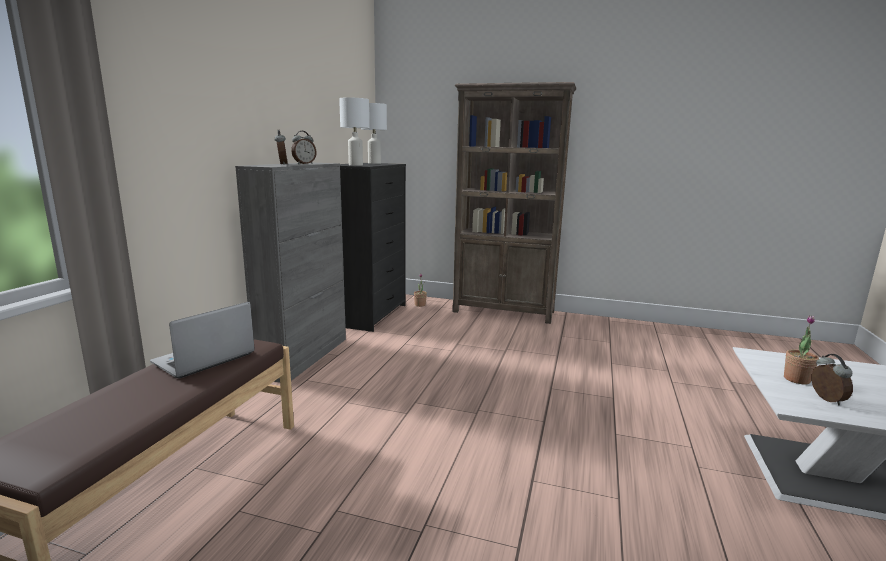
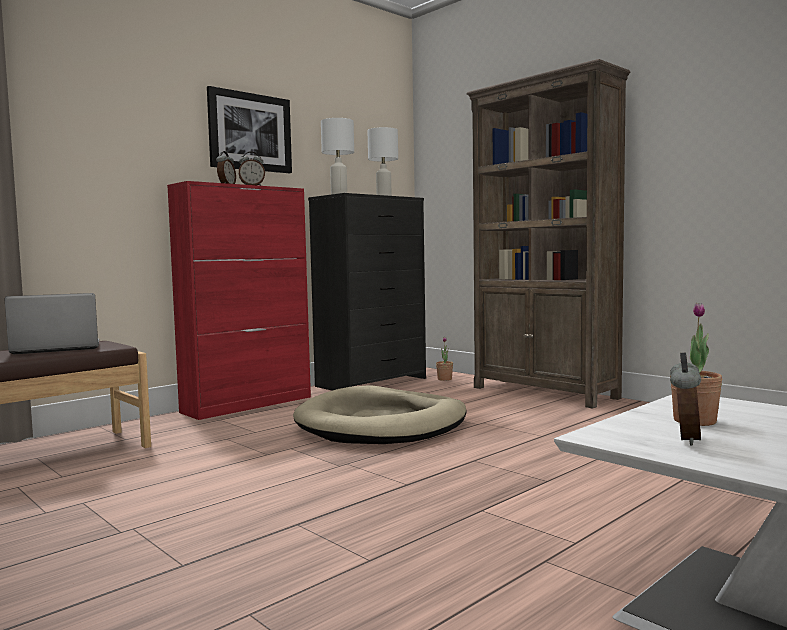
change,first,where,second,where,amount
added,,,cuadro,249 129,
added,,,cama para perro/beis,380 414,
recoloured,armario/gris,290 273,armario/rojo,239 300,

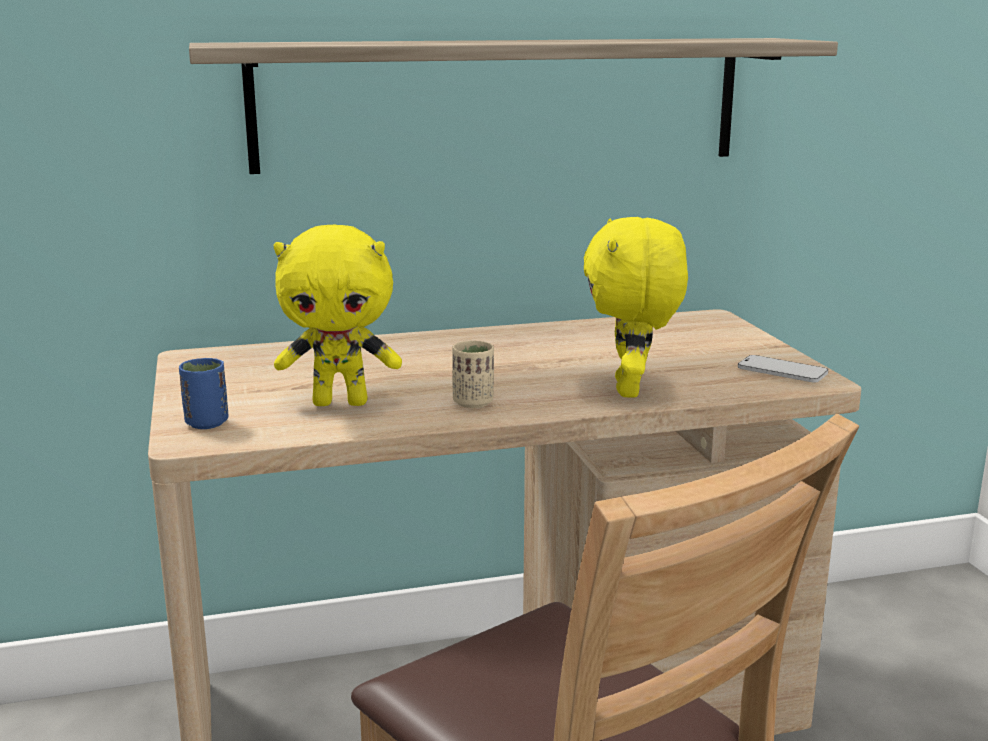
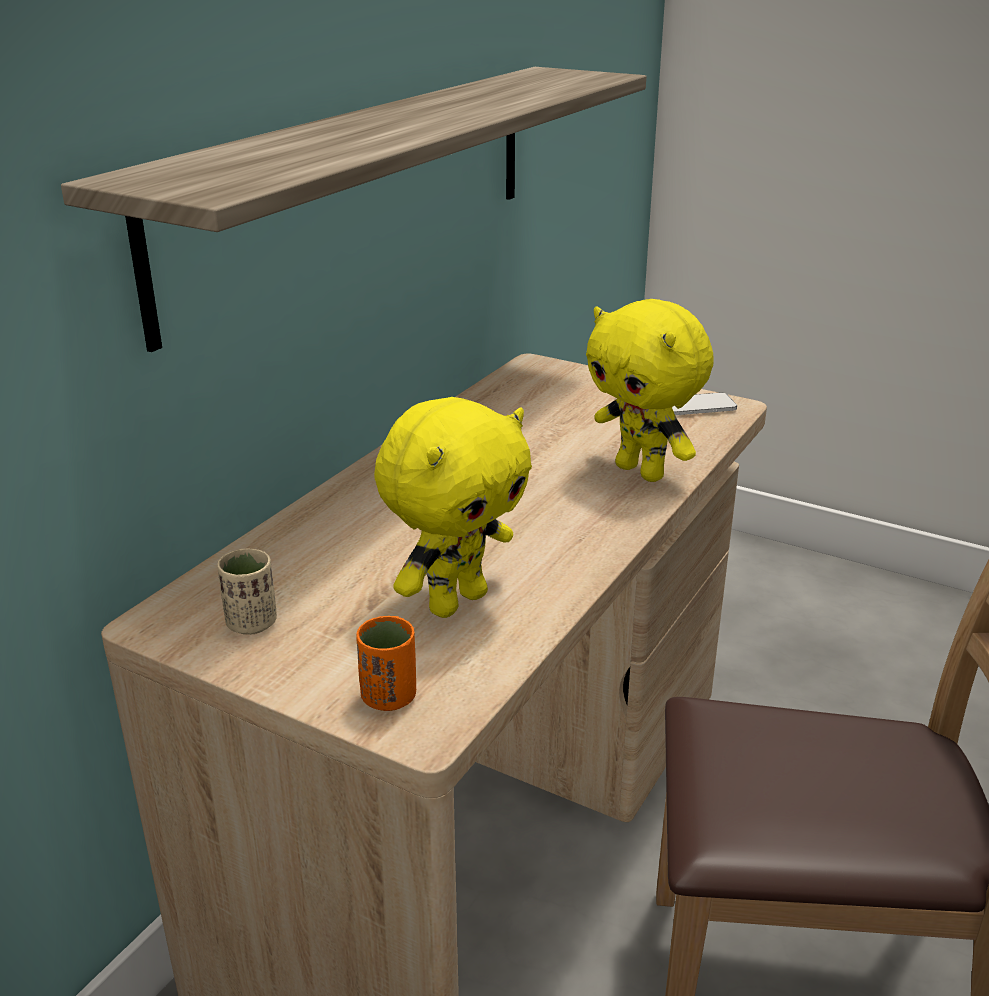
change,first,where,second,where,amount
moved,taza/beis,473 374,,247 591,
recoloured,taza/azul,204 393,taza/naranja,386 663,

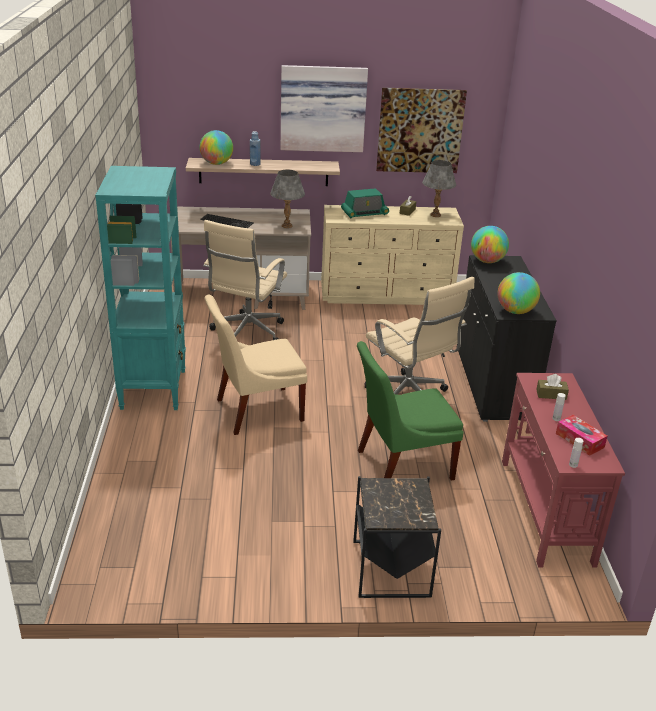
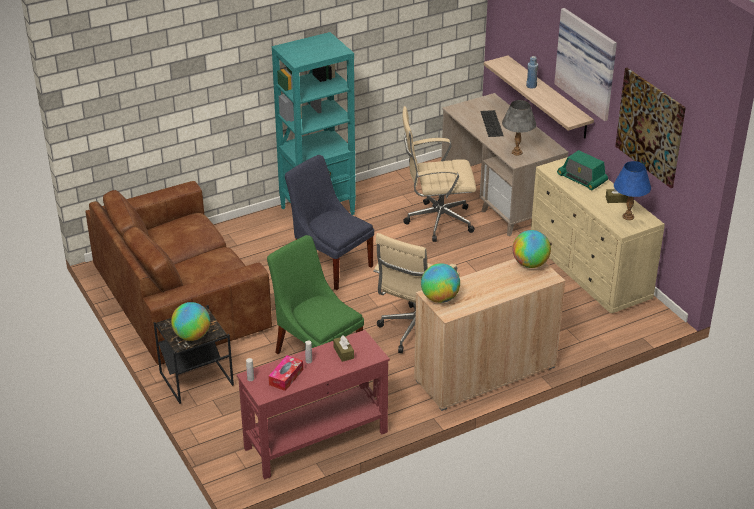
change,first,where,second,where,amount
added,,,sofá/marrón,178 273,
moved,globo terráqueo,216 147,,190 321,
recoloured,silla/beis,256 365,silla/azul,329 222,
recoloured,lámpara de mesa/gris,439 188,lámpara de mesa/azul,632 190,
recoloured,armario/negro,507 338,armario/beis,489 335,

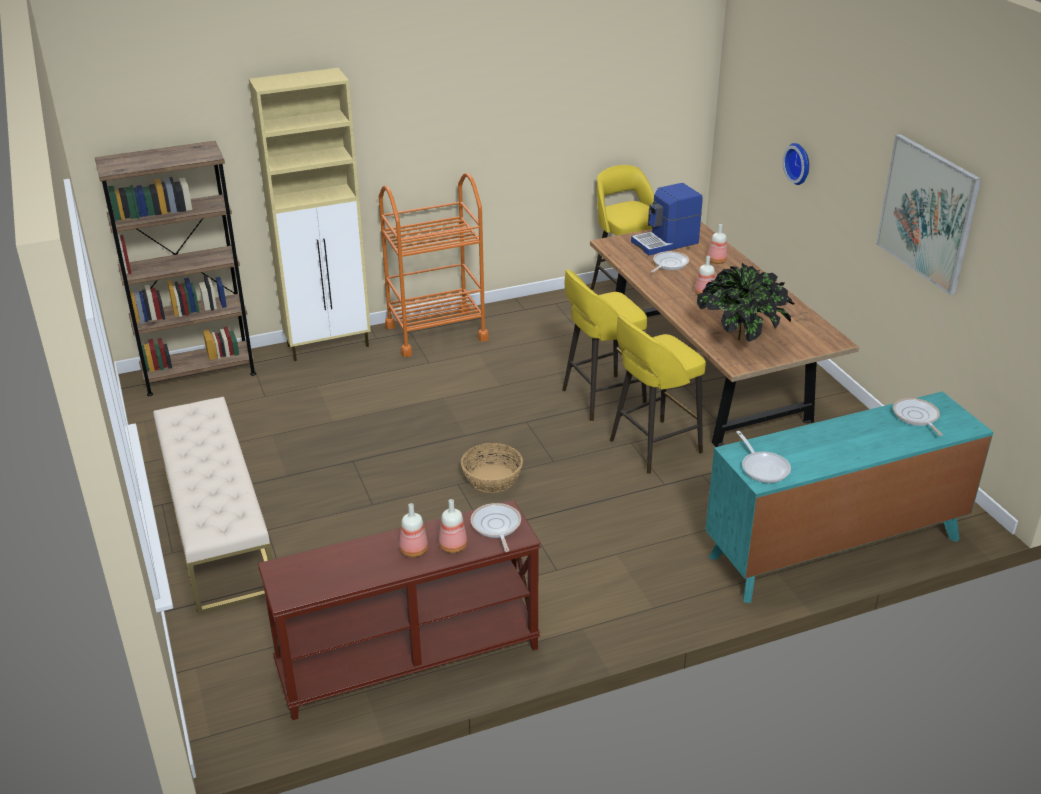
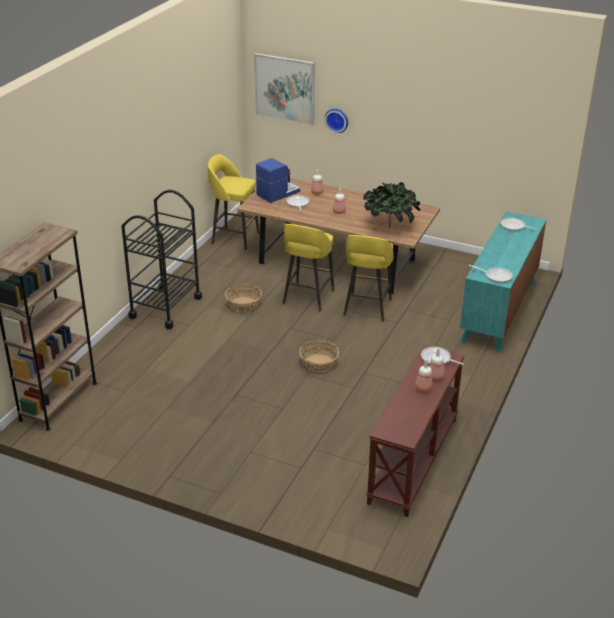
change,first,where,second,where,amount
removed,banco/beis,213 505,,,
removed,armario/beis,310 214,,,
added,,,cesta,243 298,
moved,cuadro,928 214,,284 89,
recoloured,carrito/naranja,434 265,carrito/negro,161 259,
turned,cafetera,667 219,,278 180,150 degrees counterclockwise

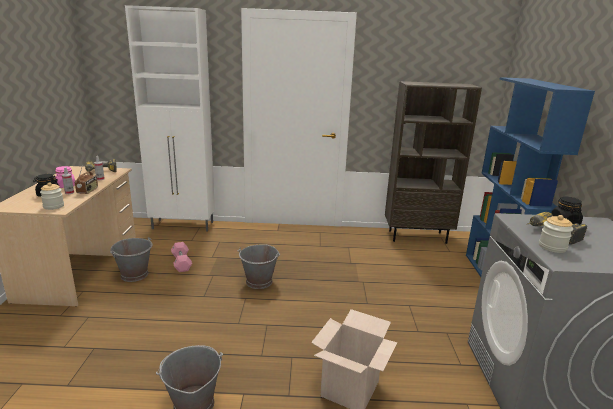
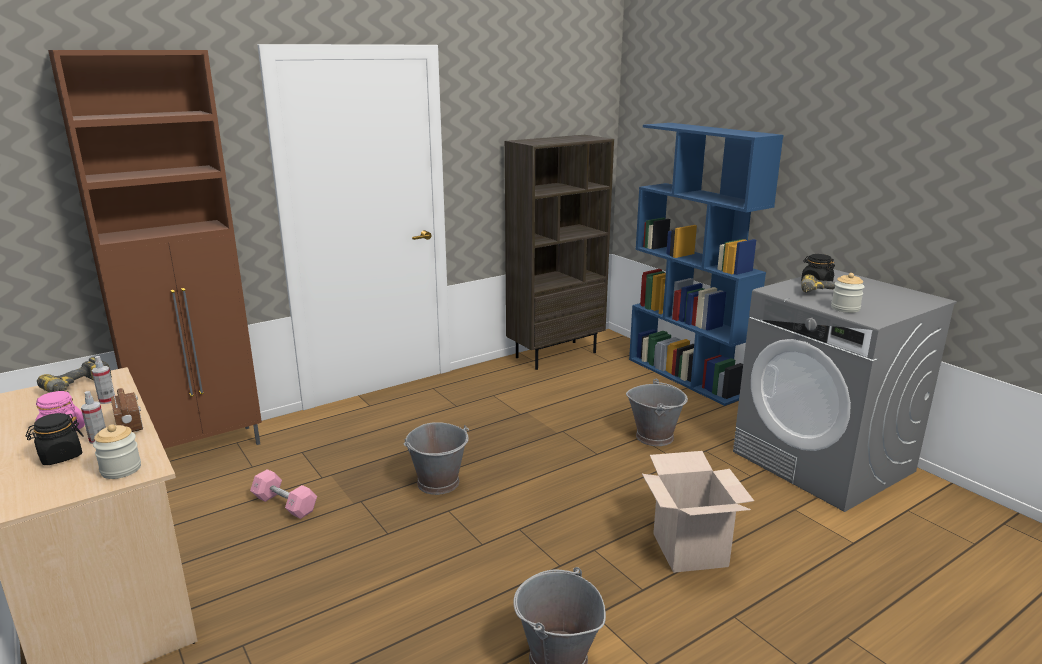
change,first,where,second,where,amount
moved,cubo/gris,131 259,,657 412,
recoloured,armario/blanco,170 118,armario/marrón,155 249,

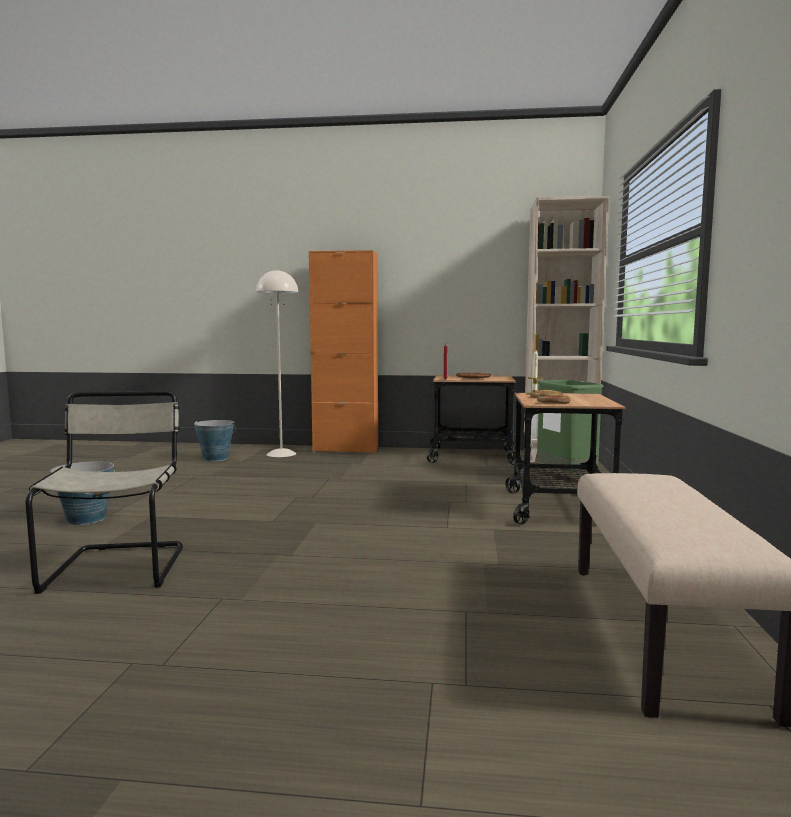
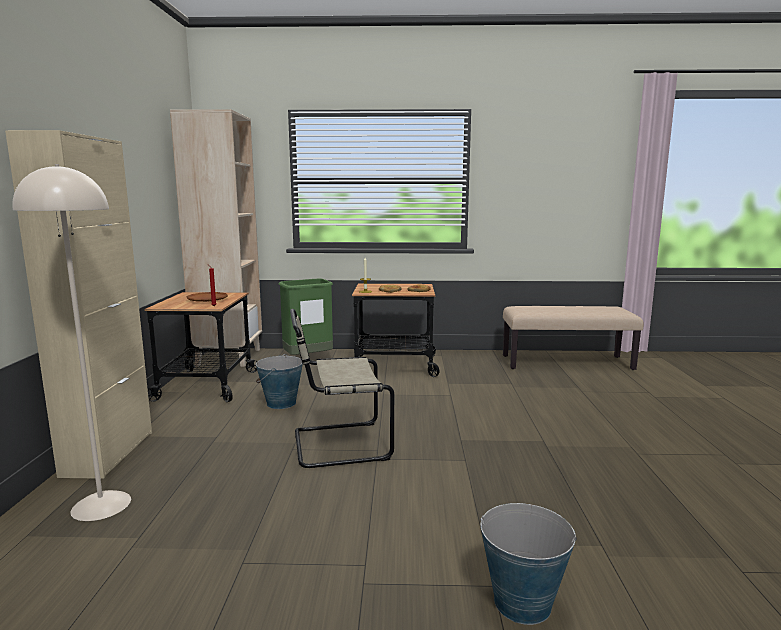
change,first,where,second,where,amount
moved,silla/beis,104 492,,342 388,
moved,cubo,215 440,,279 381,
recoloured,armario/naranja,343 351,armario/beis,78 304,

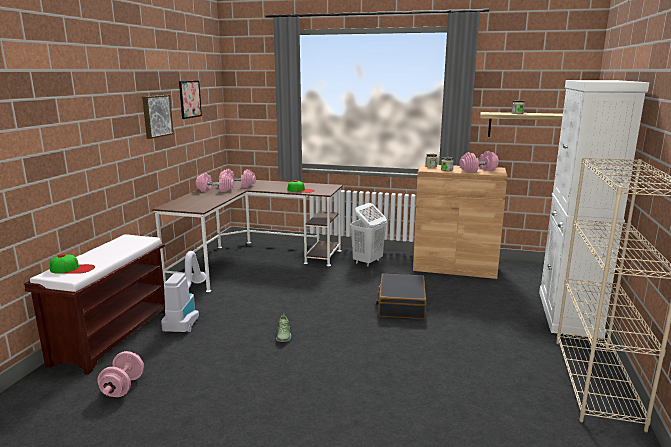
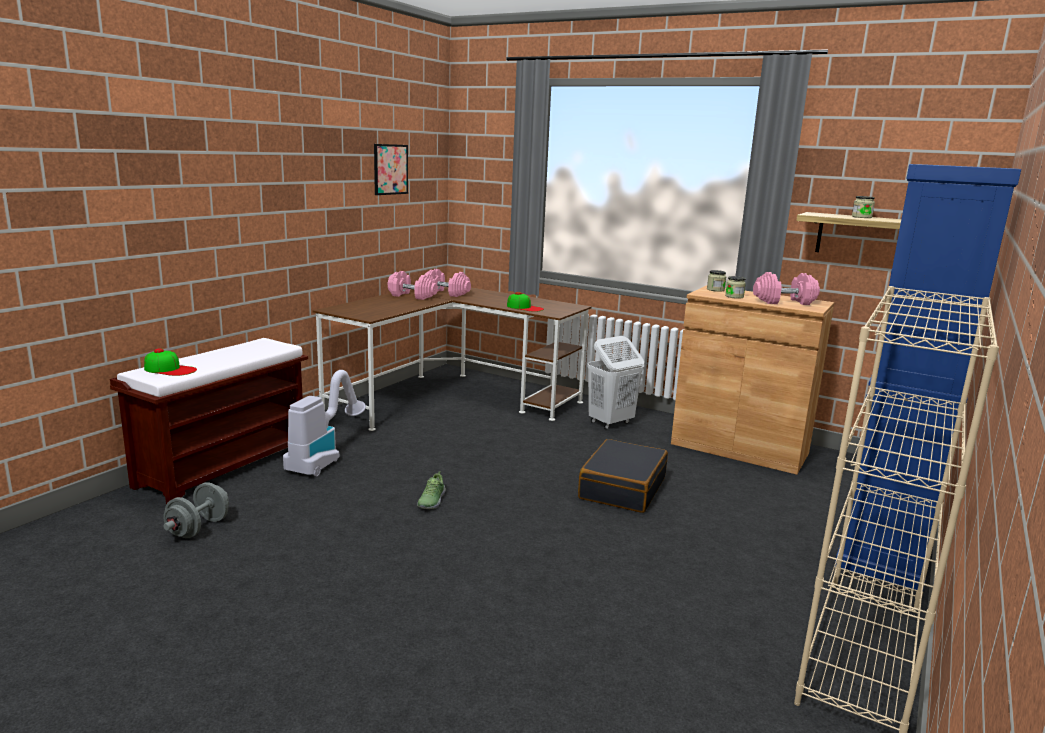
change,first,where,second,where,amount
removed,cuadro,158 117,,,
recoloured,mancuerna/rosa,120 374,mancuerna/gris,196 510,
recoloured,armario/blanco,594 209,armario/azul,928 377,

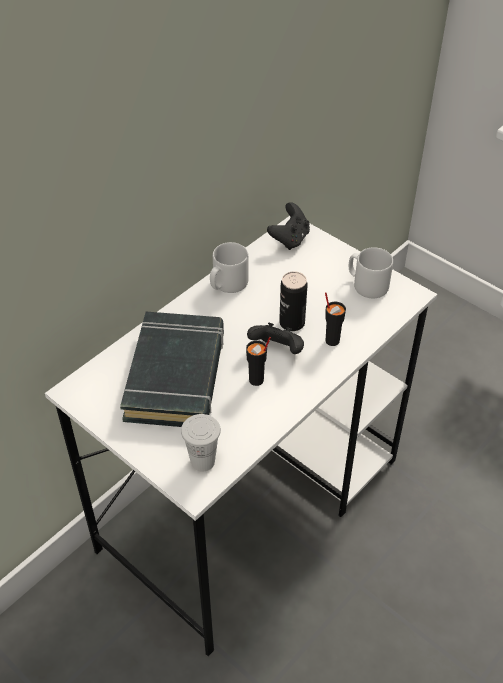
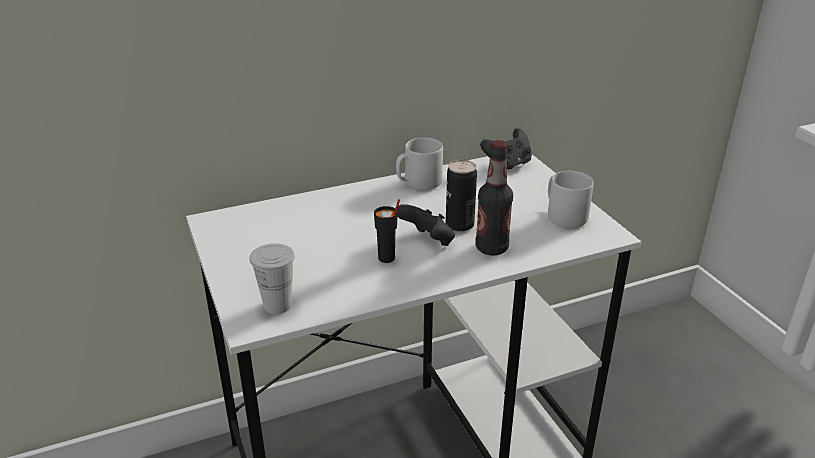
change,first,where,second,where,amount
removed,libro/negro,172 369,,,
replaced,taza/negro,335 319,botella,494 197,

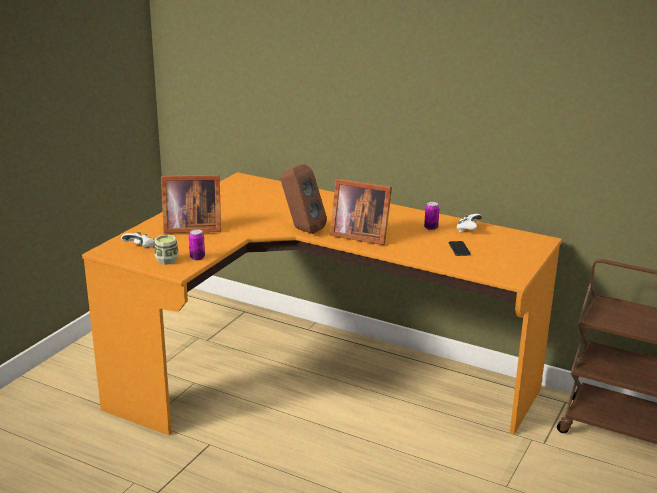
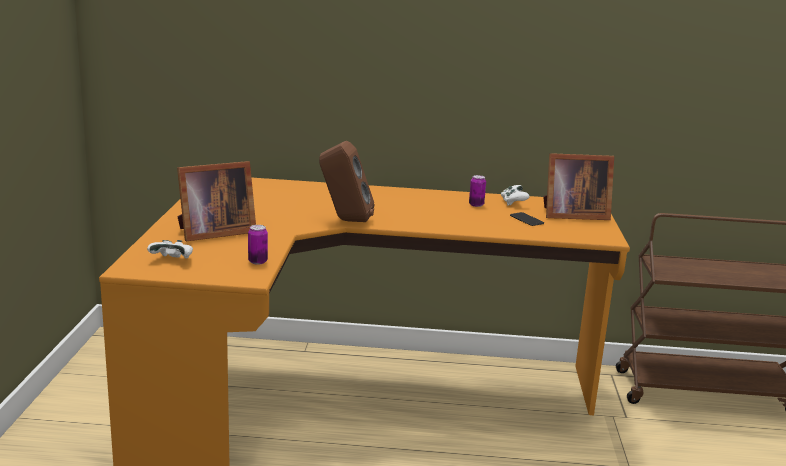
change,first,where,second,where,amount
removed,taza,166 250,,,
moved,portarretratos,361 212,,578 186,

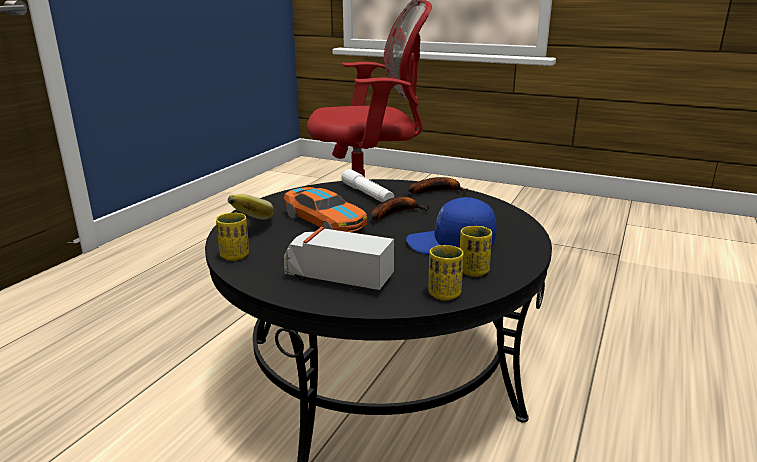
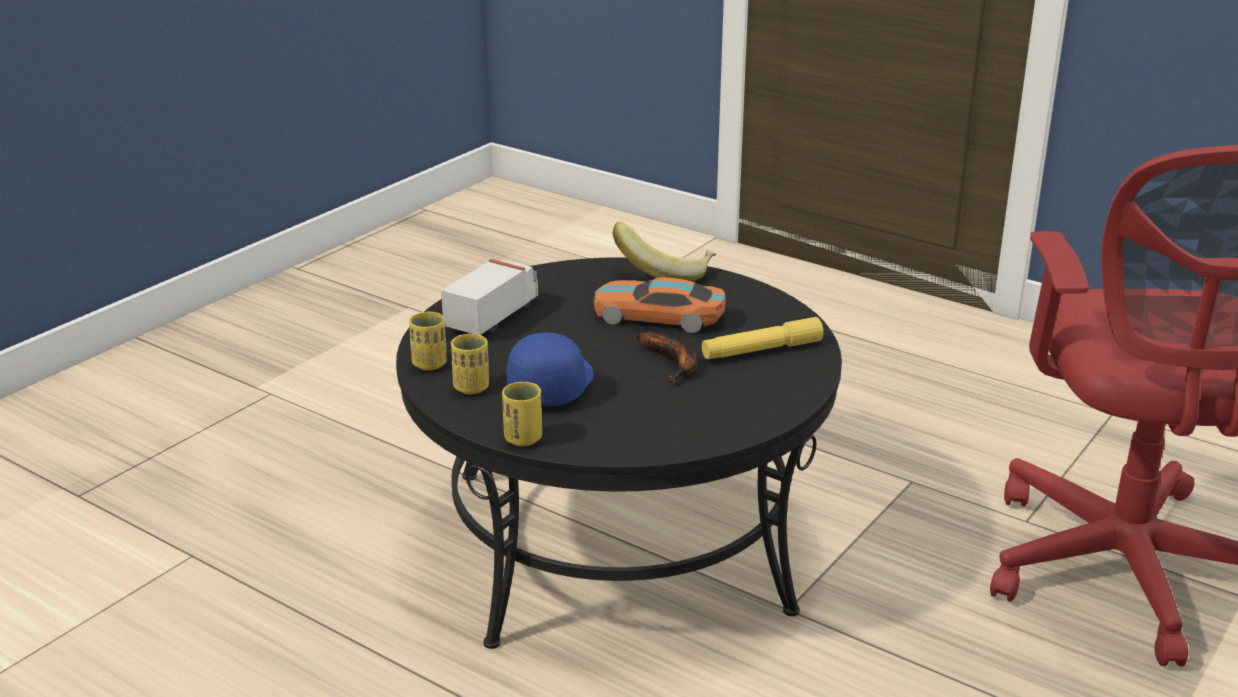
change,first,where,second,where,amount
removed,plátano,438 185,,,
moved,taza/amarillo,232 237,,522 414,
recoloured,linterna/blanco,367 185,linterna/amarillo,763 338,
turned,coche de juguete,325 209,,660 305,45 degrees clockwise

